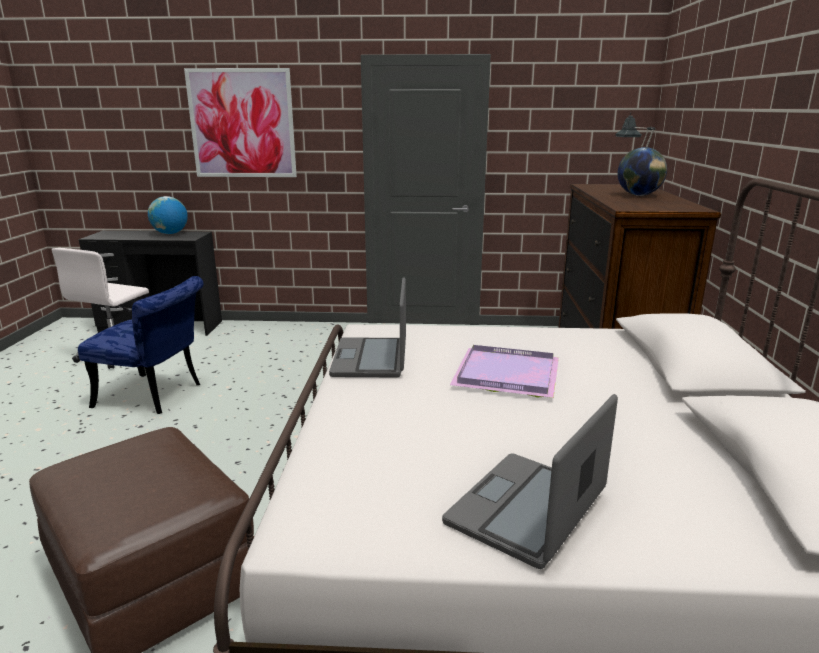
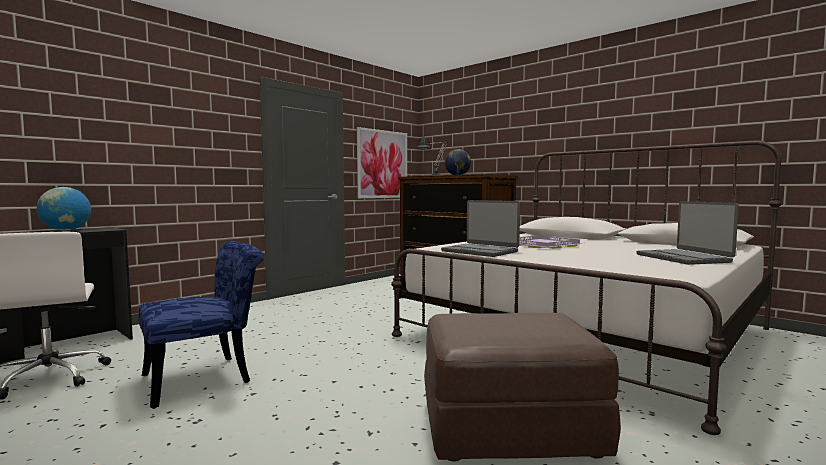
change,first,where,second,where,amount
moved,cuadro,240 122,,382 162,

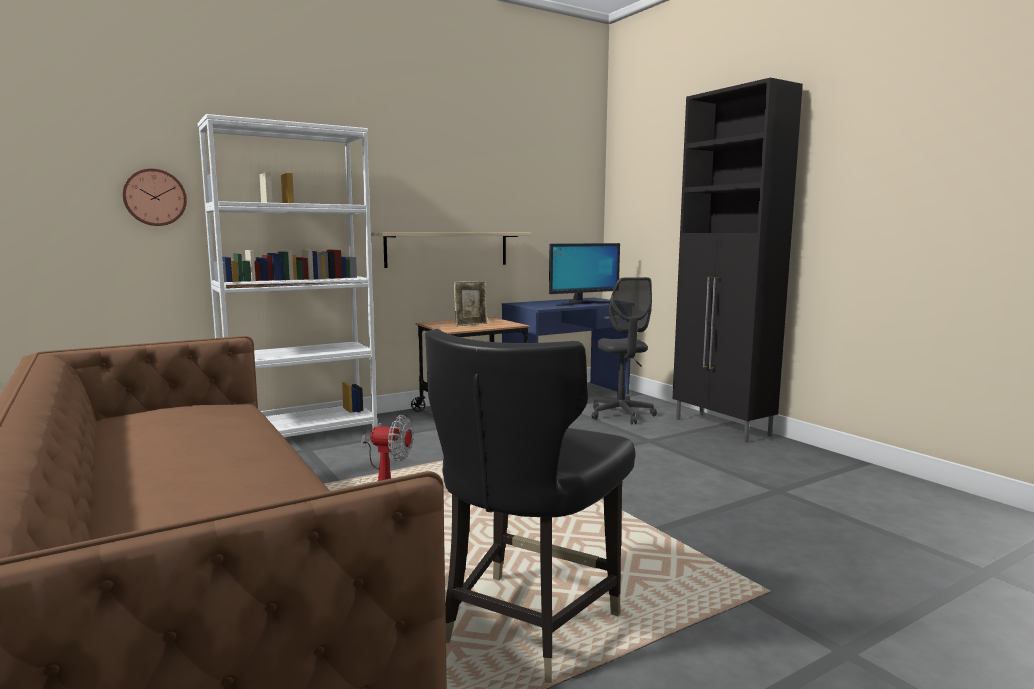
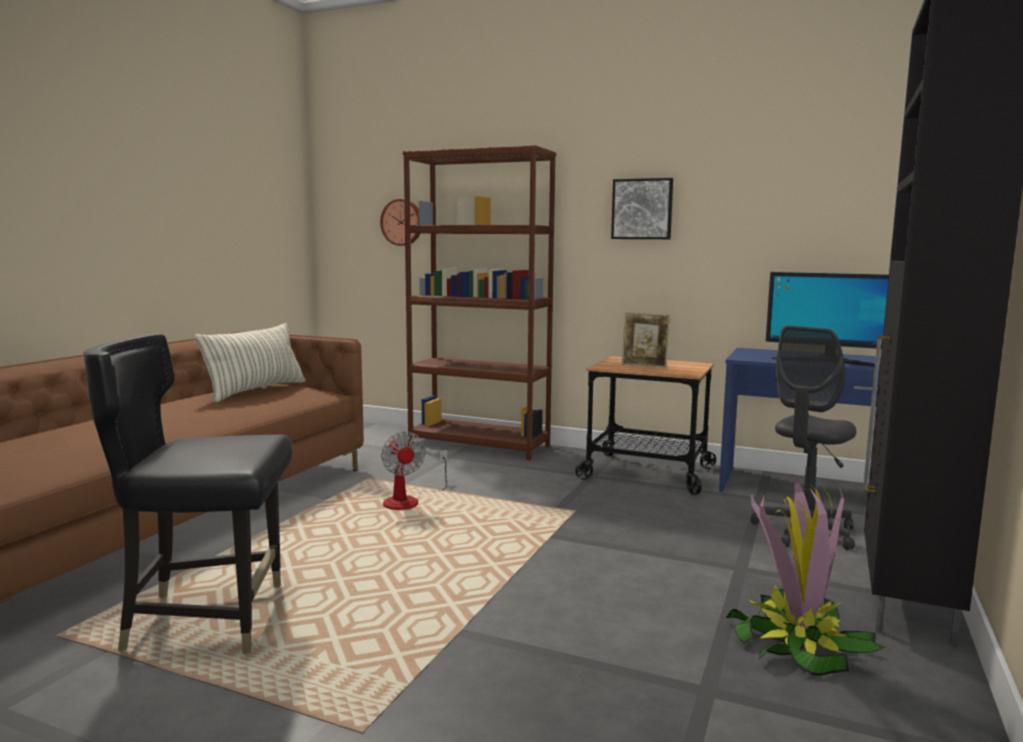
change,first,where,second,where,amount
removed,estante,451 250,,,
added,,,cojín,250 363,
added,,,cuadro,642 208,
added,,,planta en maceta,805 575,
recoloured,estantería/blanco,287 275,estantería/marrón,479 302,

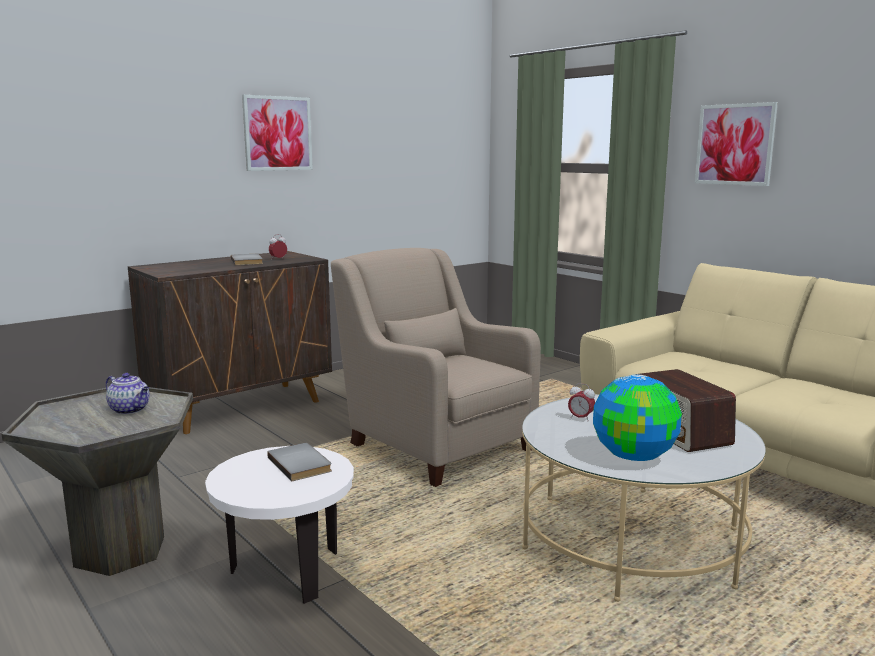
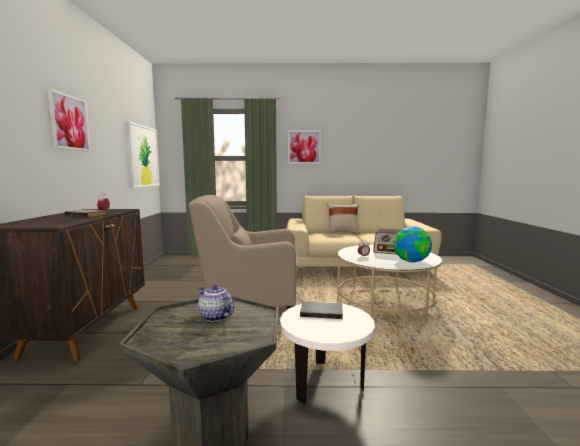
change,first,where,second,where,amount
added,,,cuadro,143 154,
added,,,cojín/beis,343 218,
turned,tetera,128 394,,216 303,120 degrees counterclockwise

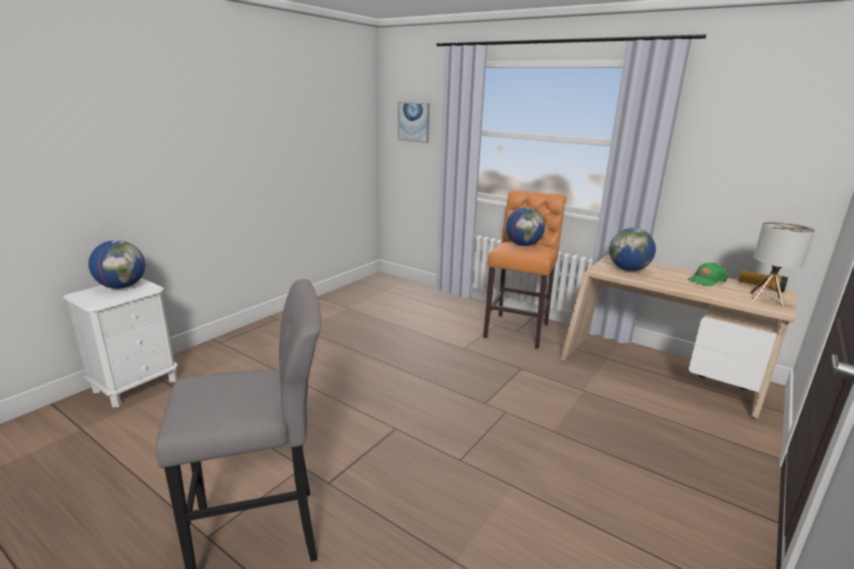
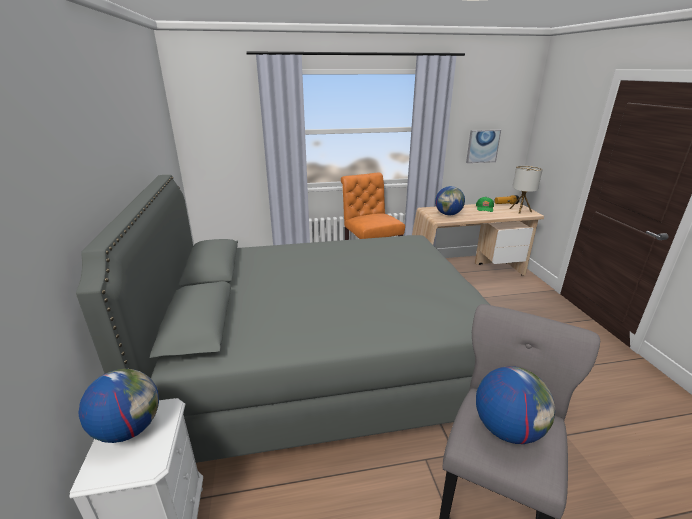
change,first,where,second,where,amount
added,,,cama/gris,283 319,
moved,cuadro,414 122,,483 146,
moved,globo terráqueo,525 226,,515 405,

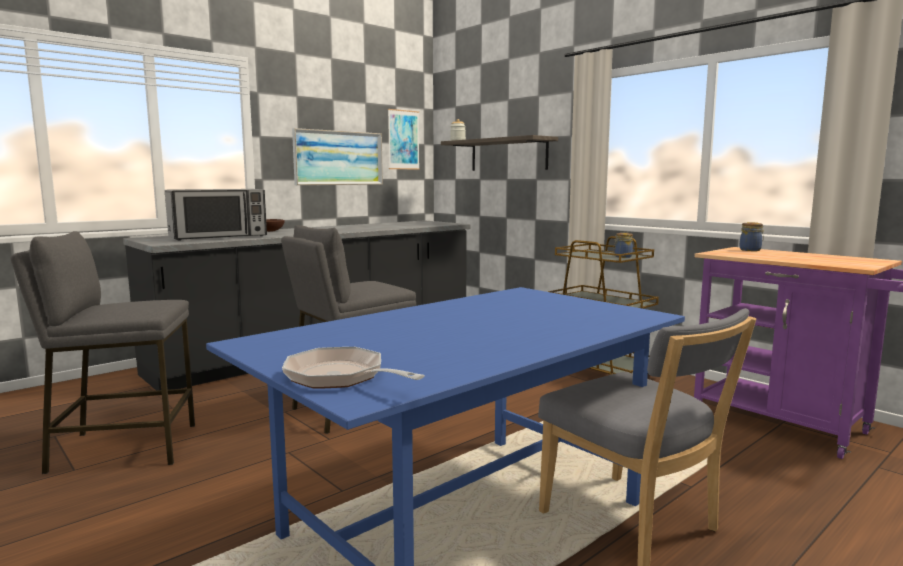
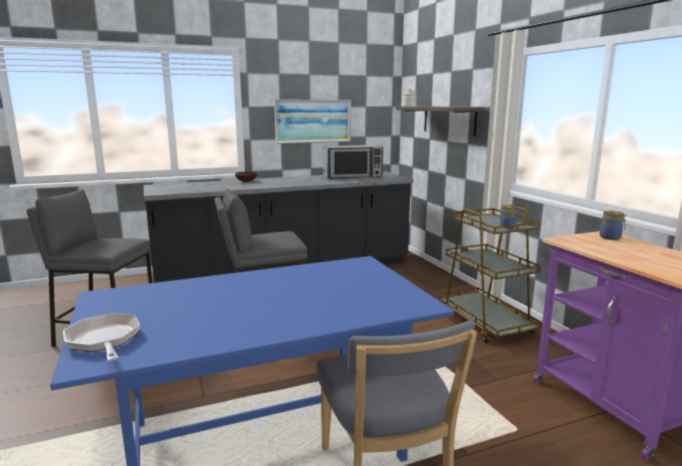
change,first,where,second,where,amount
removed,cuadro,404 139,,,
moved,microondas,216 215,,353 162,

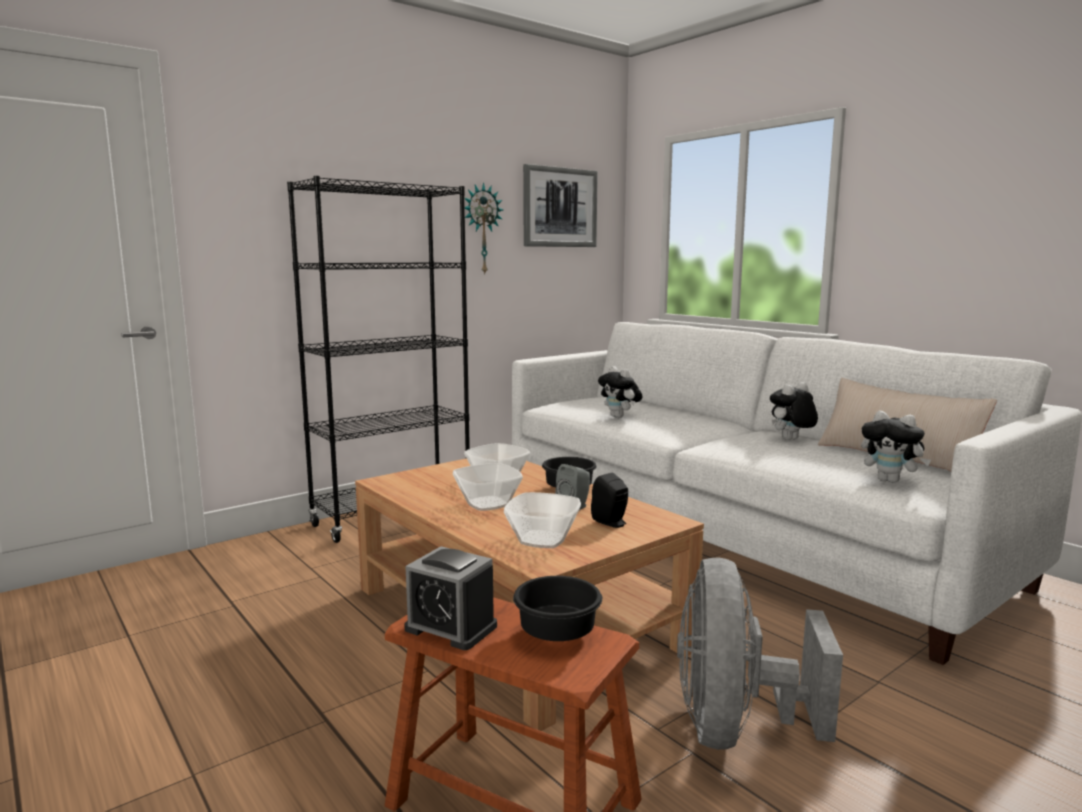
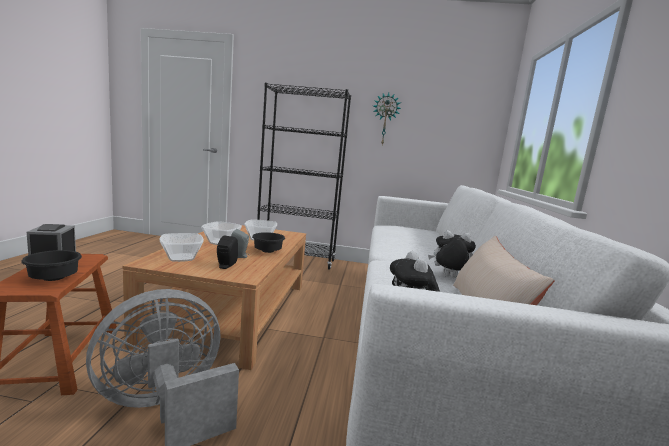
change,first,where,second,where,amount
removed,cuadro,560 205,,,
removed,peluche,620 392,,,

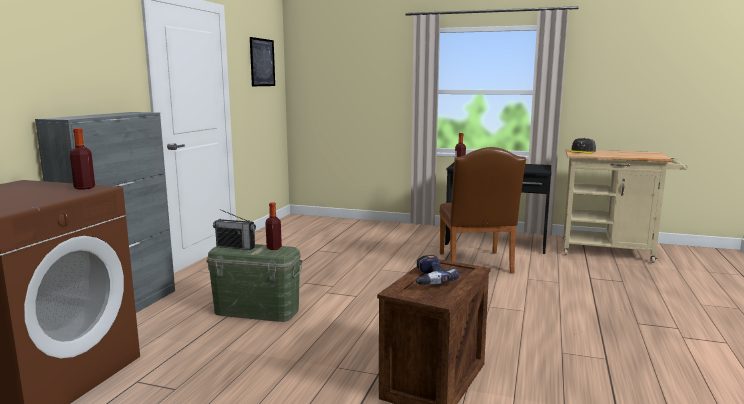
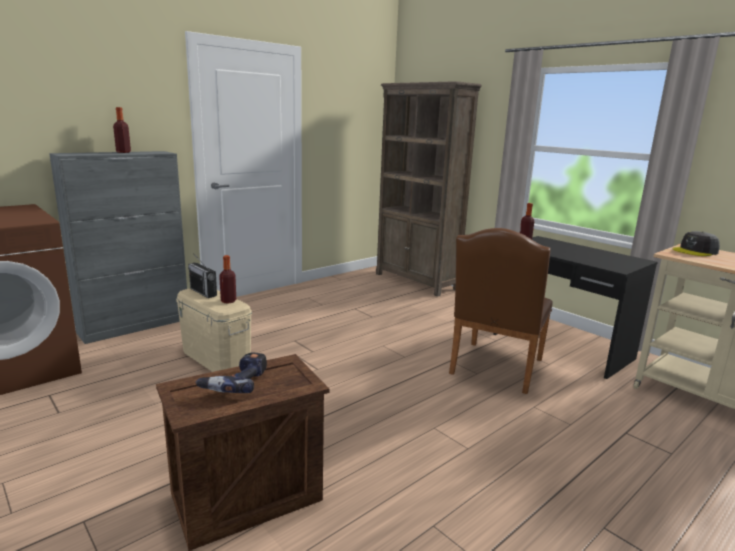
change,first,where,second,where,amount
removed,cuadro,262 61,,,
added,,,estantería/marrón,429 189,
moved,botella,82 158,,122 130,
recoloured,caja de almacenaje/verde,254 283,caja de almacenaje/beis,214 330,

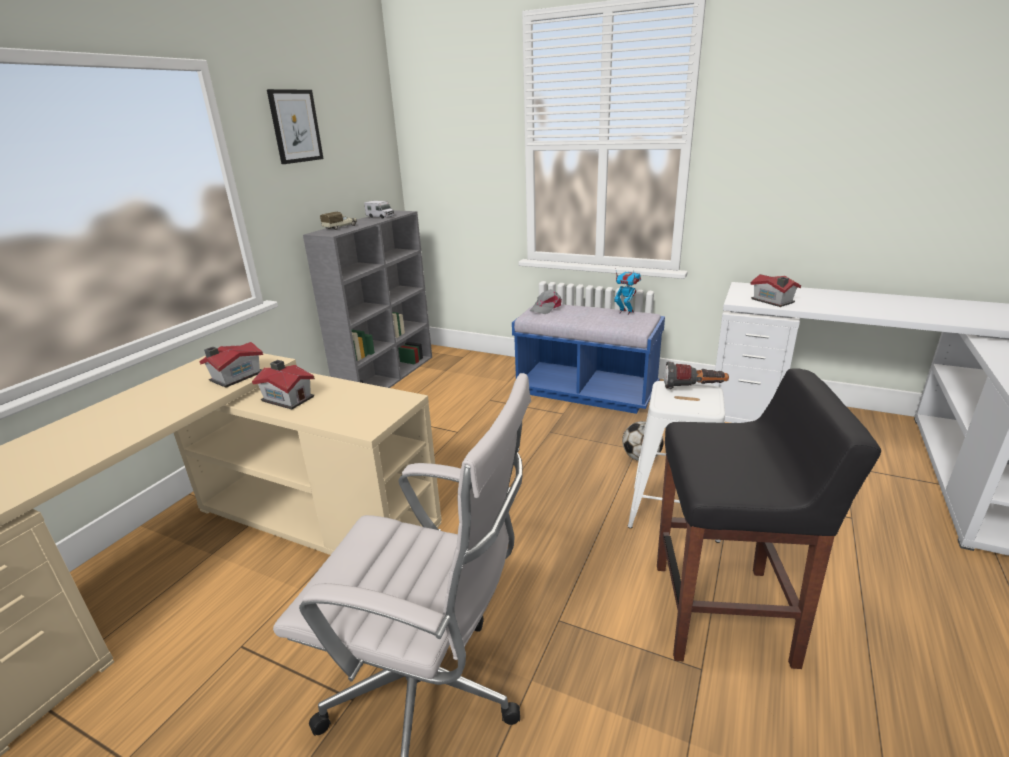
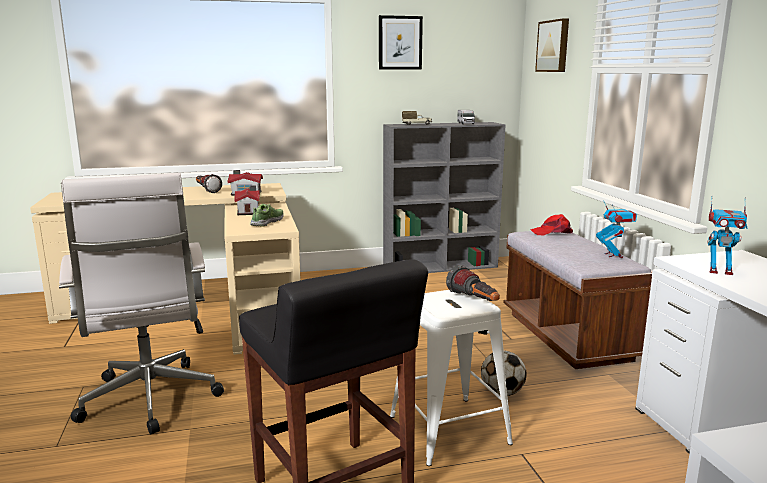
change,first,where,second,where,amount
added,,,linterna,209 183,
added,,,zapato,267 215,
added,,,cuadro,552 45,
replaced,casita,775 290,robot de juguete,727 236,
recoloured,banco/azul,588 359,banco/marrón,577 300,
recoloured,gorra/gris,546 301,gorra/rojo,551 225,

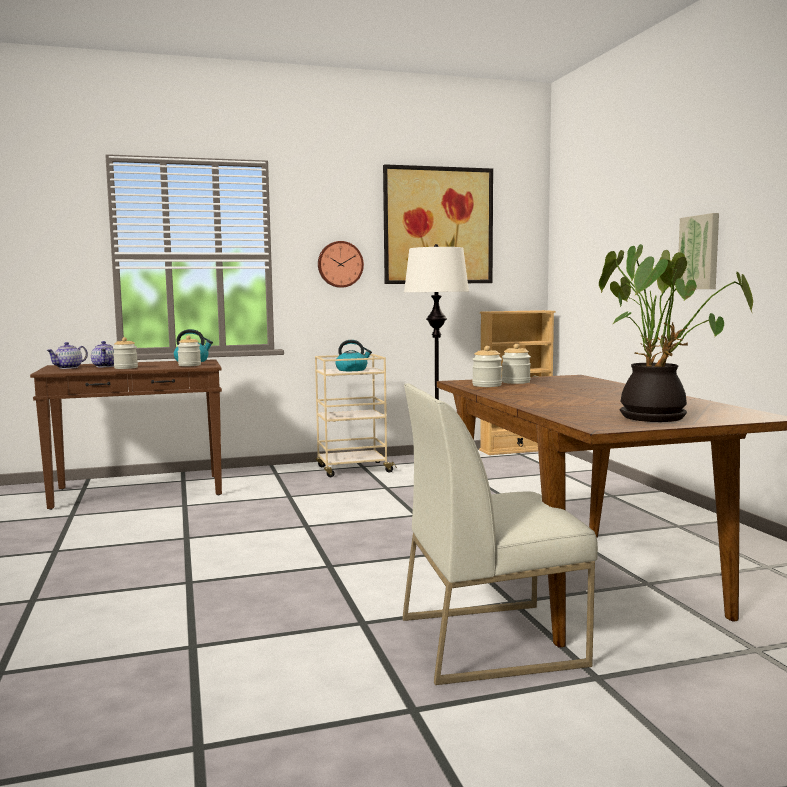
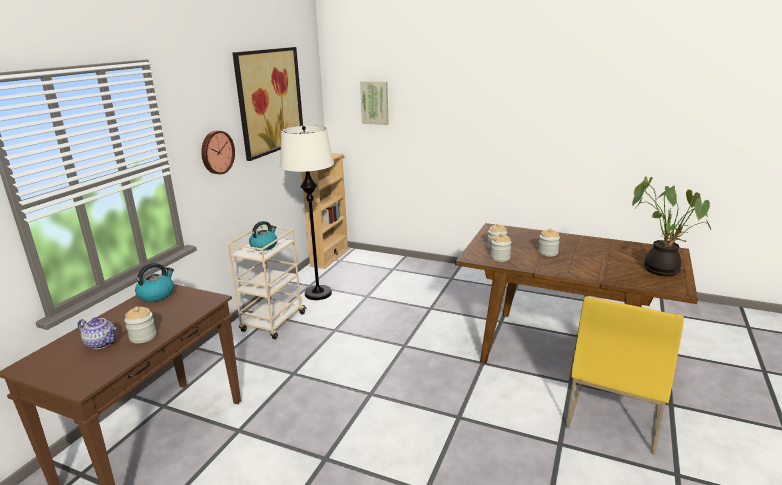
change,first,where,second,where,amount
removed,tetera,67 355,,,
moved,tarro,189 351,,549 242,
moved,cuadro,699 251,,374 103,
recoloured,silla/blanco,500 534,silla/amarillo,625 375,

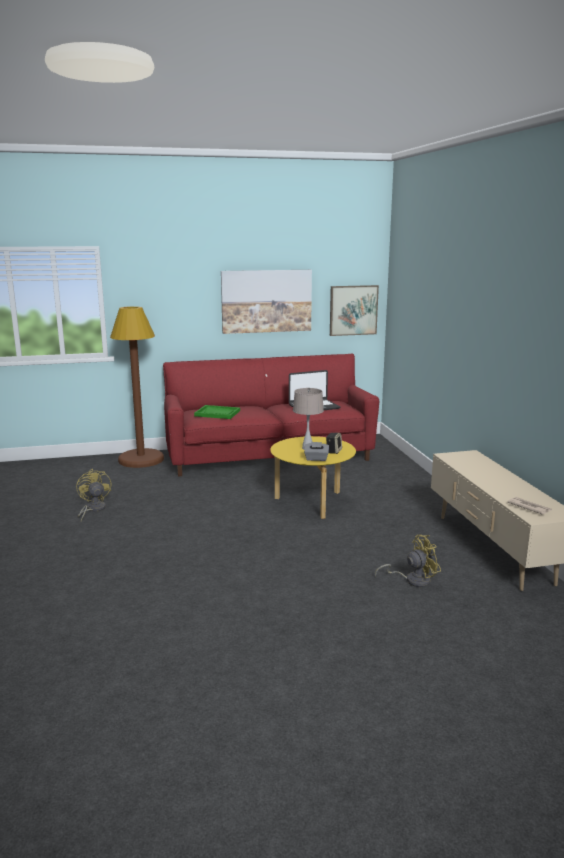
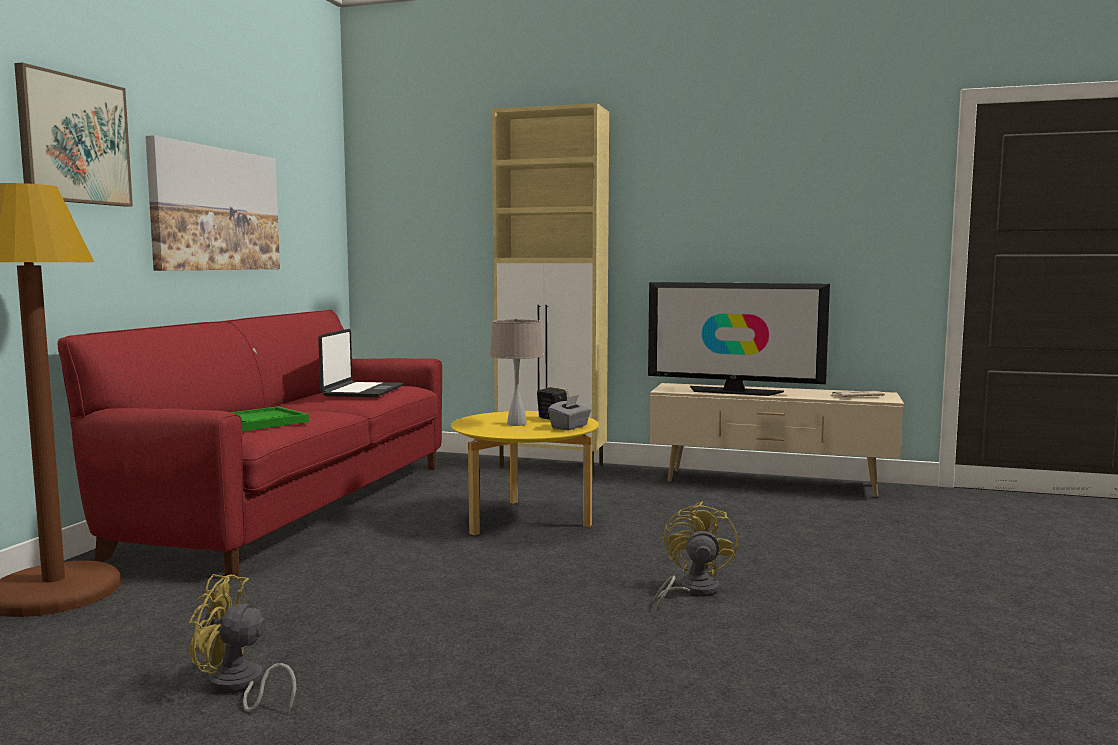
change,first,where,second,where,amount
added,,,armario/beis,550 288,
added,,,televisor,739 339,
moved,cuadro,354 310,,73 135,
moved,ventilador/amarillo,408 560,,696 555,

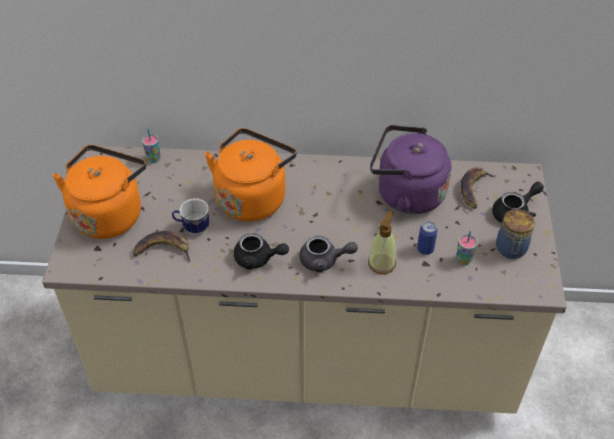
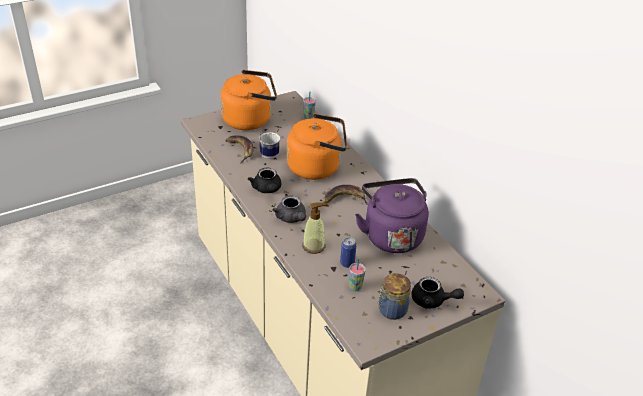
change,first,where,second,where,amount
moved,plátano,477 188,,345 195,

